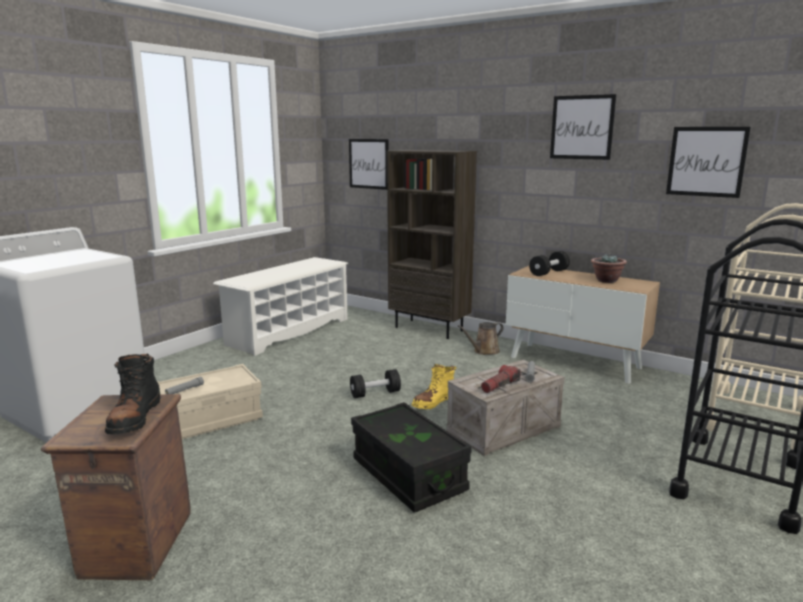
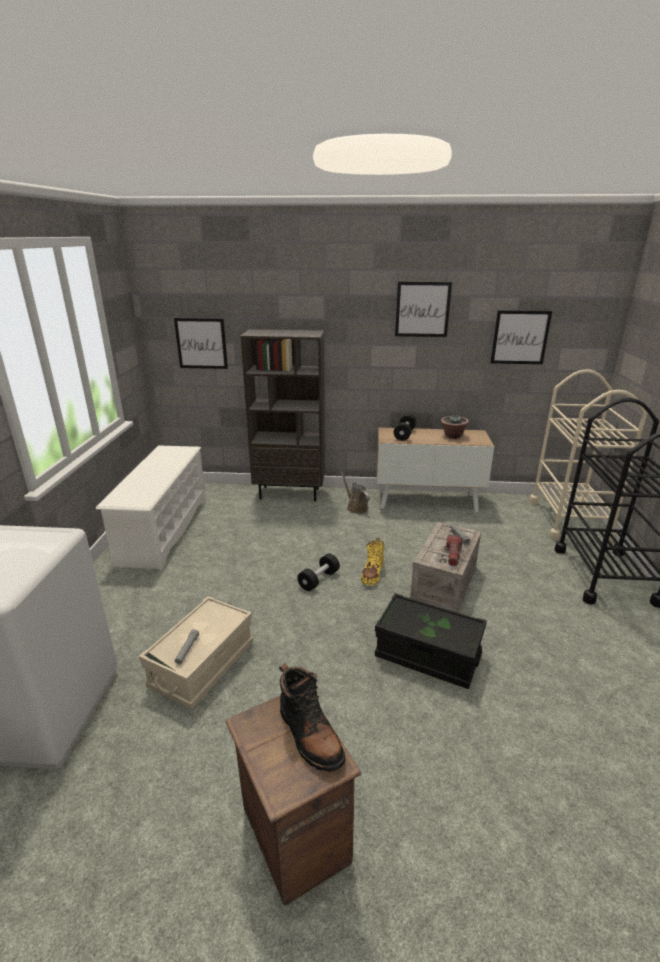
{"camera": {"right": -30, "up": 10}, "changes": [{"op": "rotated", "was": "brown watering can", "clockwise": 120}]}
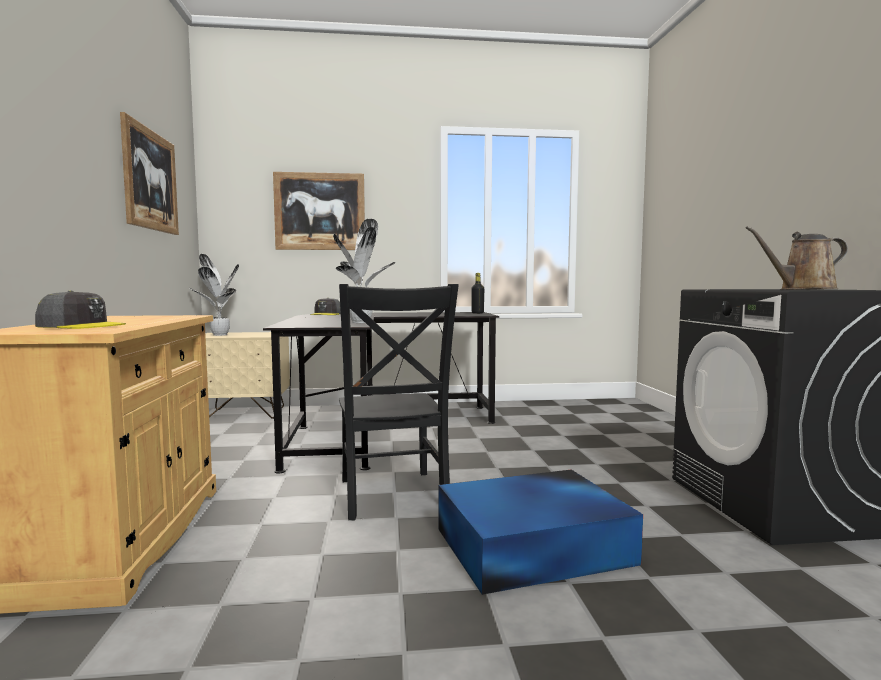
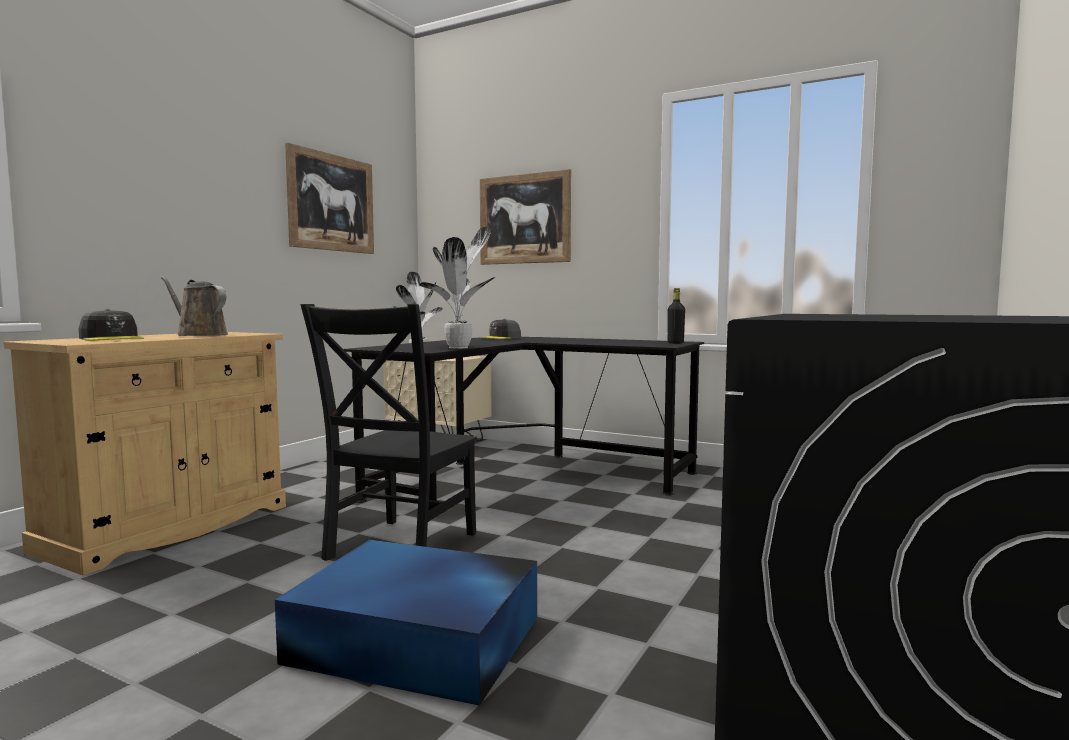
{"camera": {"right": 35, "up": 0}, "changes": [{"op": "shifted", "was": "brown watering can"}]}
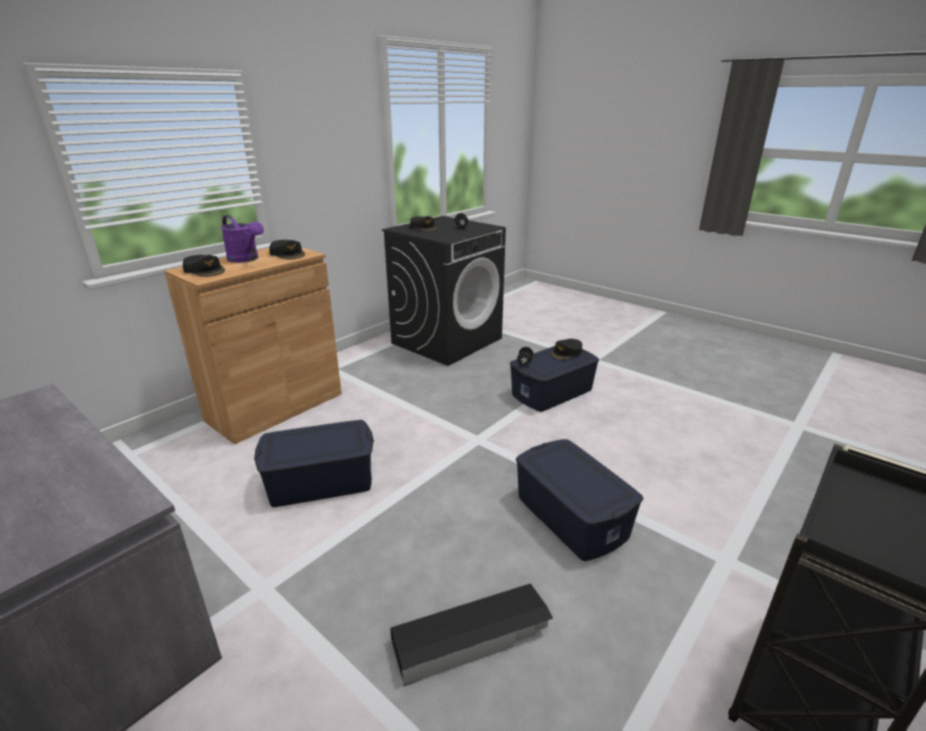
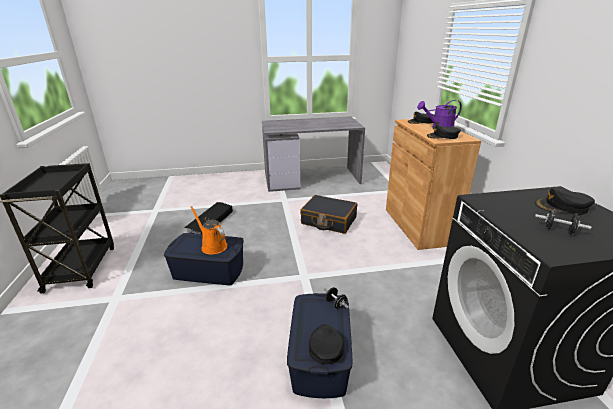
{"camera": {"right": 130, "up": 0}, "changes": [{"op": "swapped", "was": "blue storage box (no. 1 from left)", "now": "black suitcase"}, {"op": "new", "now": "orange watering can"}]}
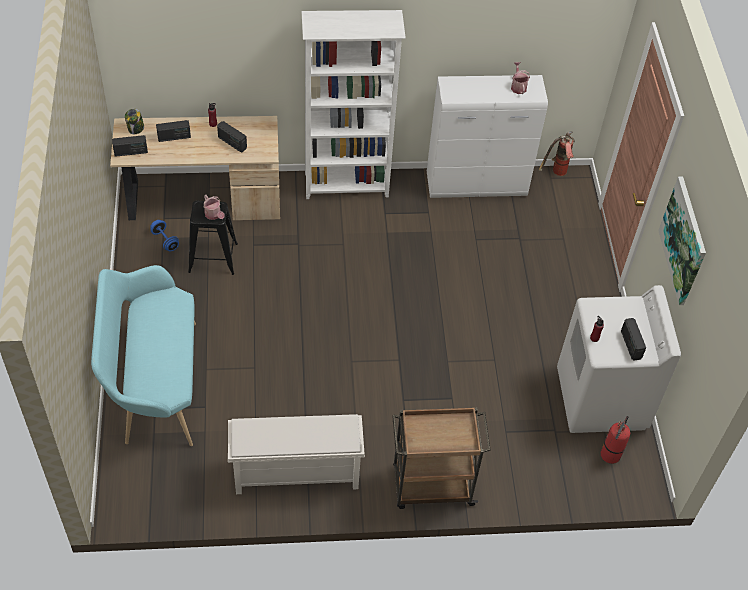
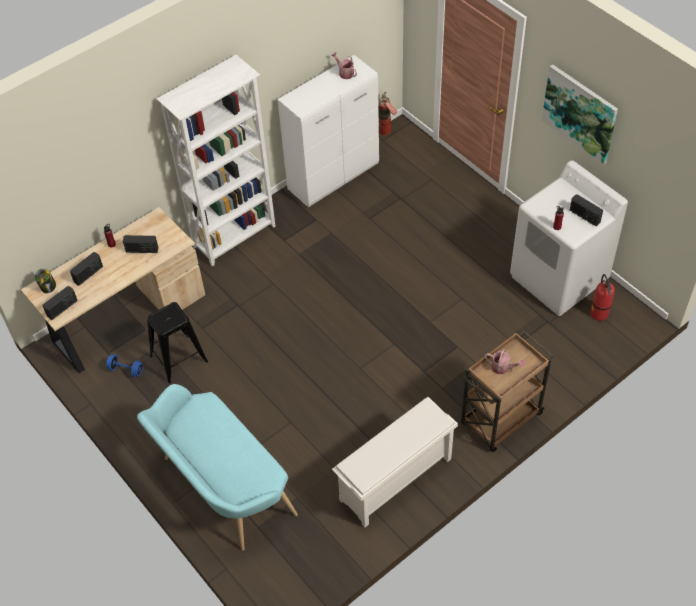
{"camera": {"right": -30, "up": 0}, "changes": [{"op": "shifted", "was": "watering can (no. 1 from left in the first image)", "now": "watering can (no. 2 from left)"}]}
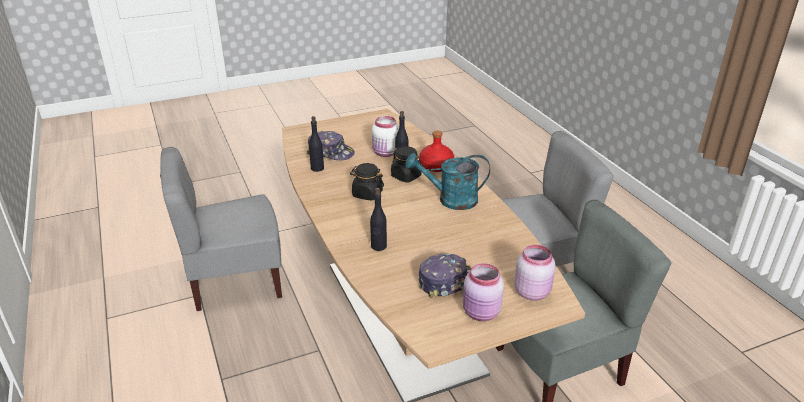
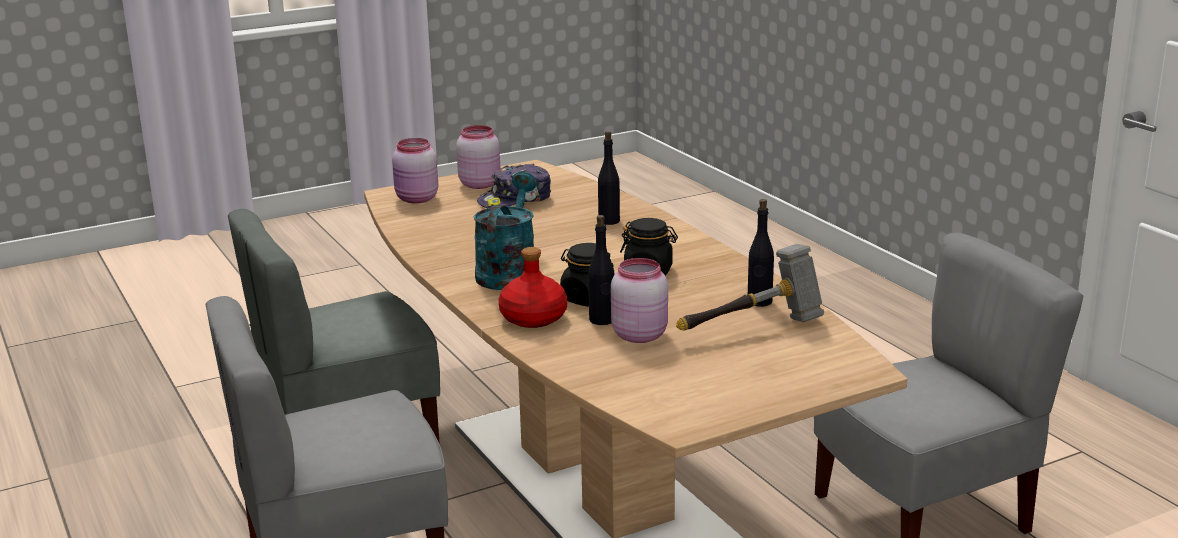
{"camera": {"right": 175, "up": -10}, "changes": [{"op": "swapped", "was": "cap (no. 1 from left)", "now": "hammer"}, {"op": "repainted", "was": "white jar", "now": "pink jar (no. 3 from left)"}, {"op": "rotated", "was": "turquoise watering can", "clockwise": -75}]}
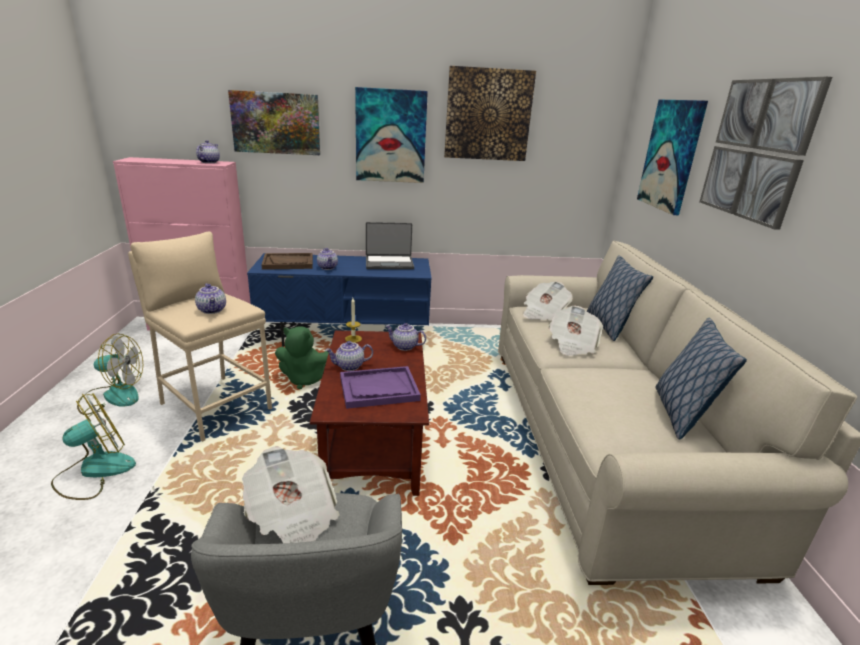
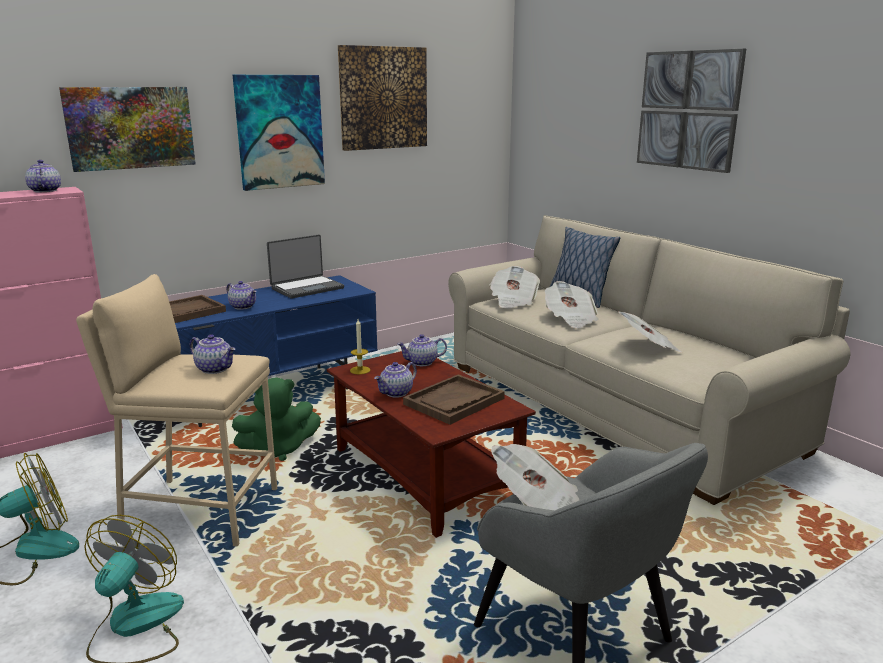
{"camera": {"right": -30, "up": -5}, "changes": [{"op": "repainted", "was": "purple tray", "now": "brown tray (no. 2 from left)"}, {"op": "gone", "was": "picture (no. 4 from left)"}, {"op": "gone", "was": "pillow (no. 2 from left)"}, {"op": "new", "now": "newspaper (no. 4 from left)"}]}
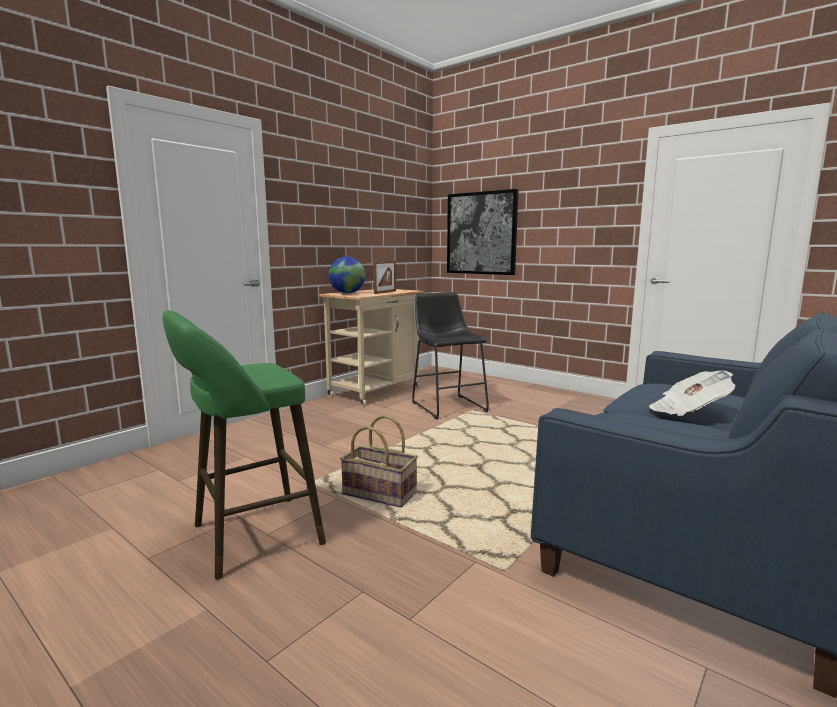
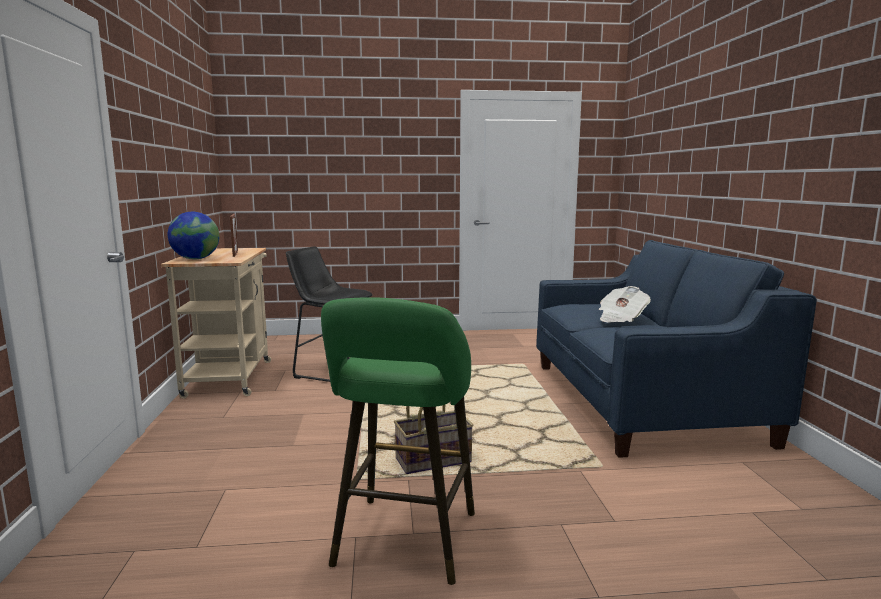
{"camera": {"right": -45, "up": 0}, "changes": [{"op": "gone", "was": "picture"}]}
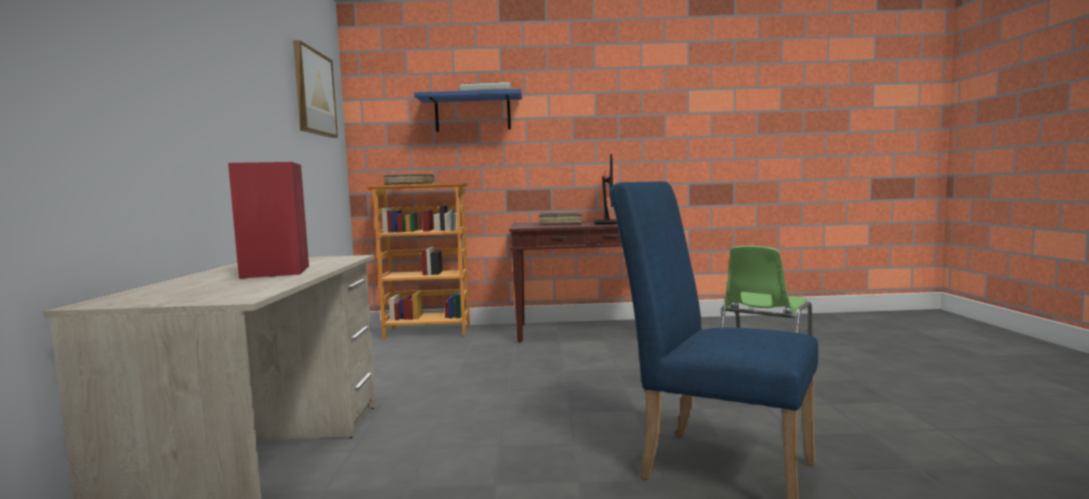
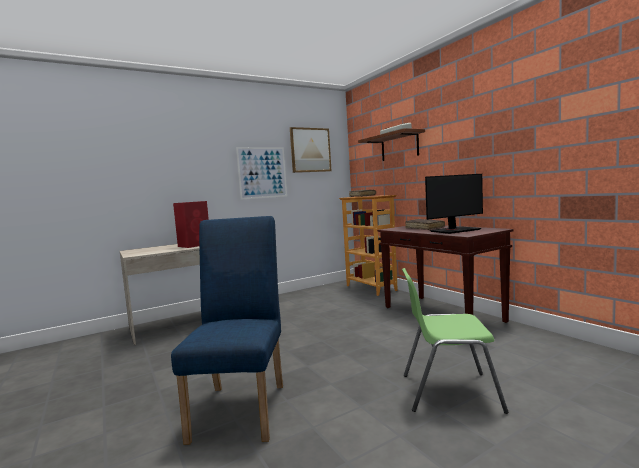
{"camera": {"right": 60, "up": 0}, "changes": [{"op": "repainted", "was": "blue shelf", "now": "brown shelf"}, {"op": "new", "now": "picture (no. 1 from left)"}]}
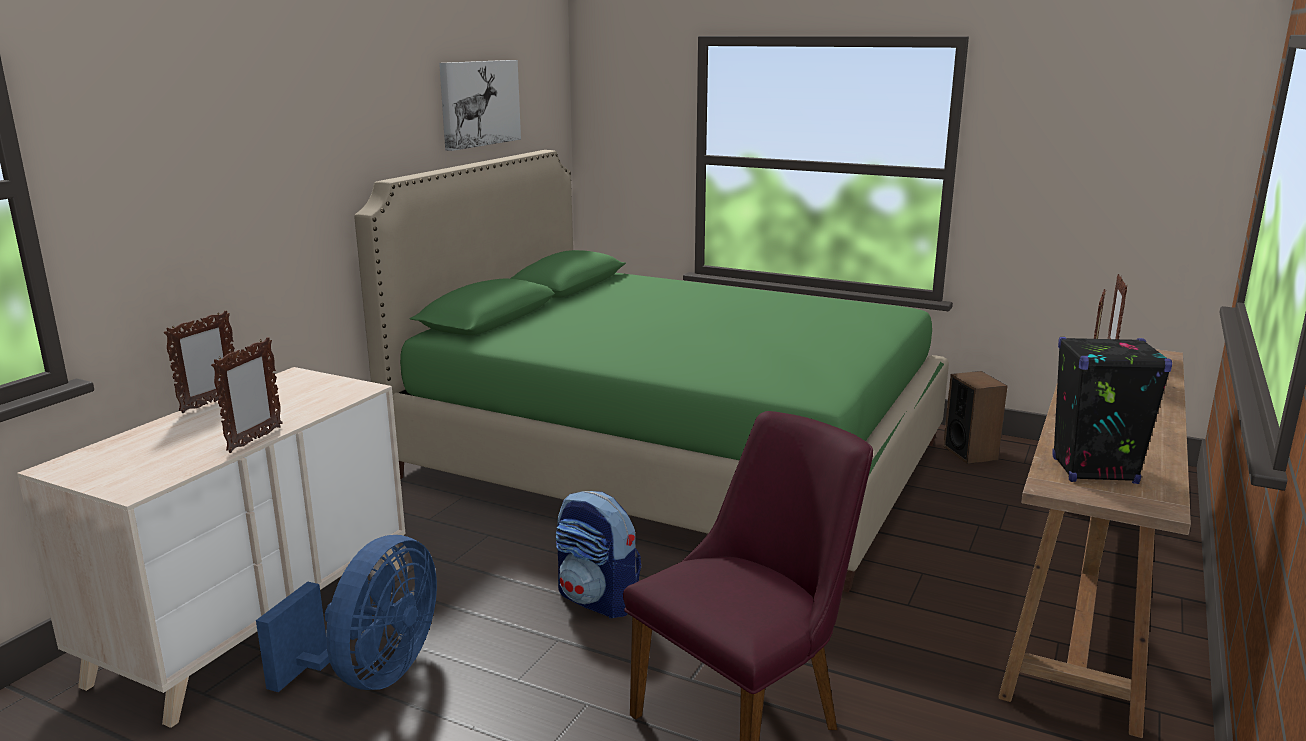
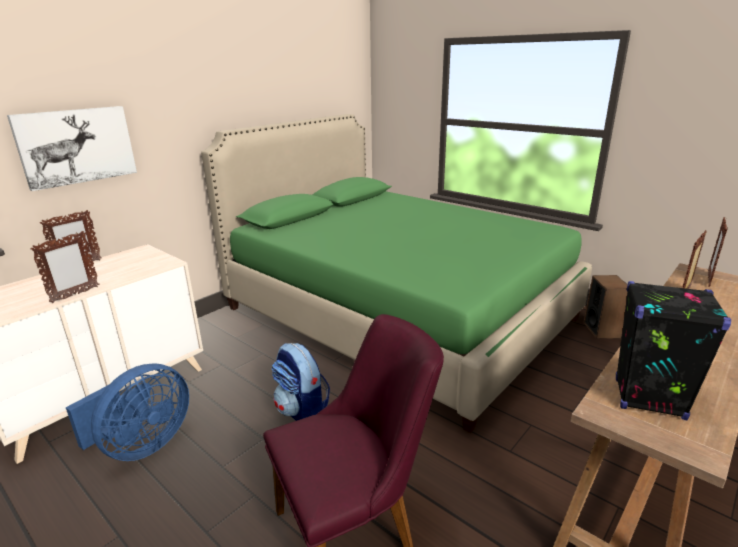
{"camera": {"right": 15, "up": 5}, "changes": [{"op": "shifted", "was": "picture"}]}
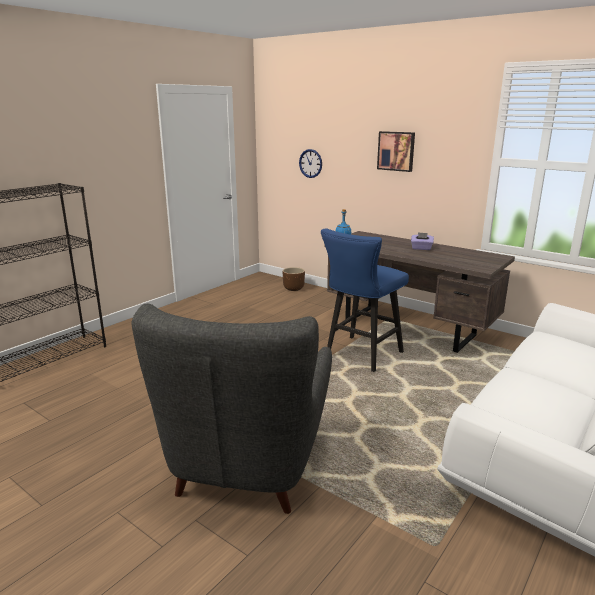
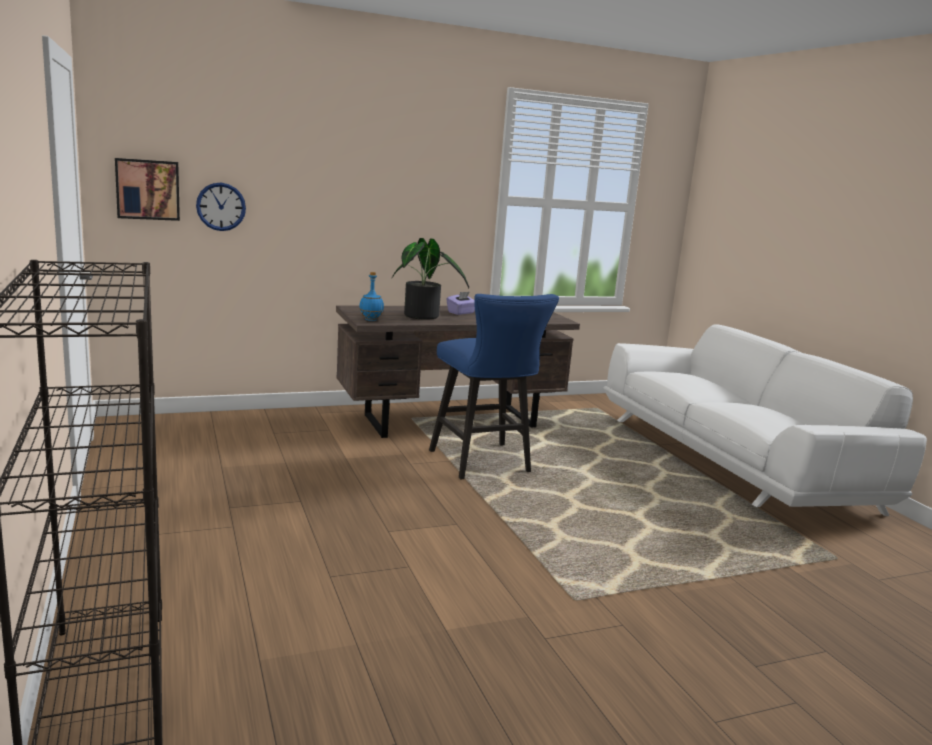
{"camera": {"right": -60, "up": -5}, "changes": [{"op": "gone", "was": "grey armchair"}, {"op": "gone", "was": "brown planter"}, {"op": "shifted", "was": "picture"}, {"op": "new", "now": "potted plant"}]}
